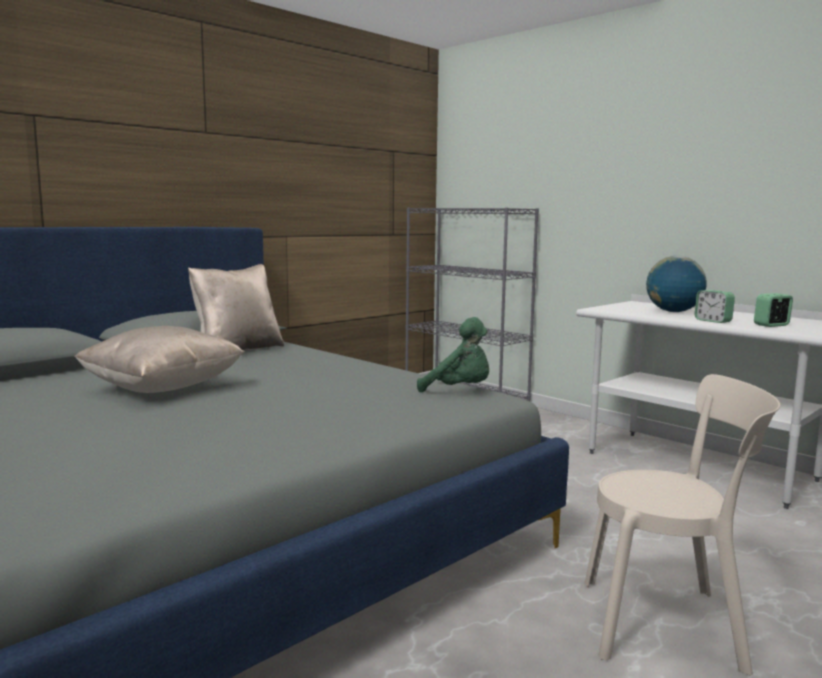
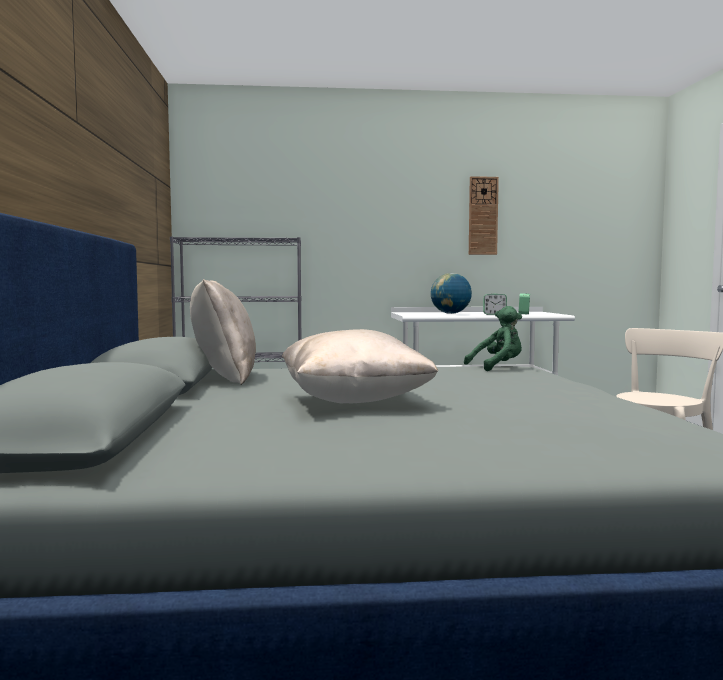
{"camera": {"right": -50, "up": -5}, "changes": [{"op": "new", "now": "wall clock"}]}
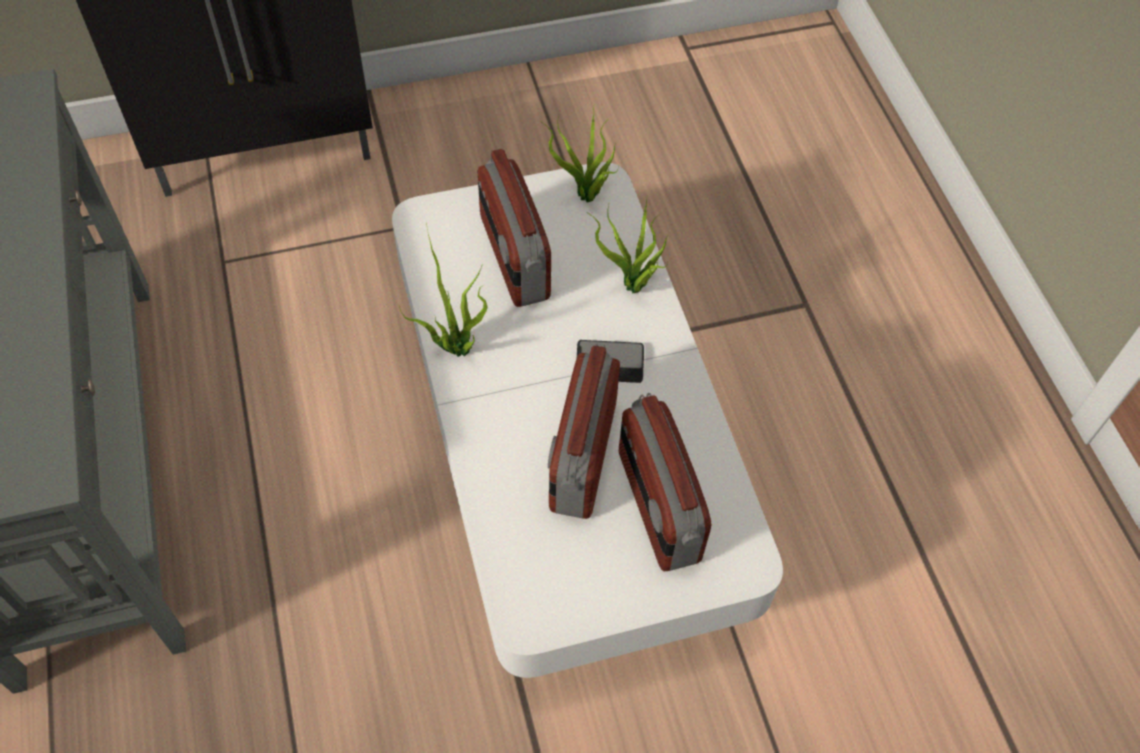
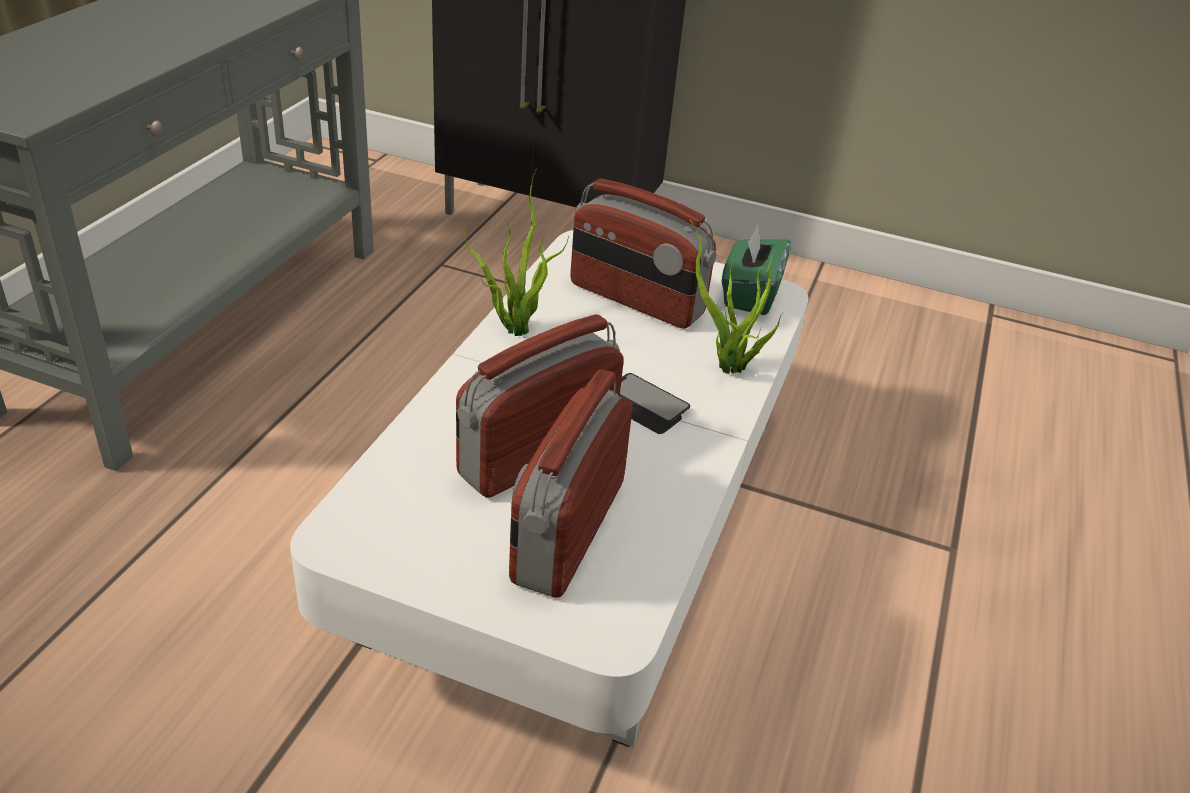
{"camera": {"right": 35, "up": -20}, "changes": [{"op": "rotated", "was": "radio (no. 1 from left in the first image)", "clockwise": -75}, {"op": "swapped", "was": "potted plant (no. 2 from left)", "now": "green tissue box"}]}
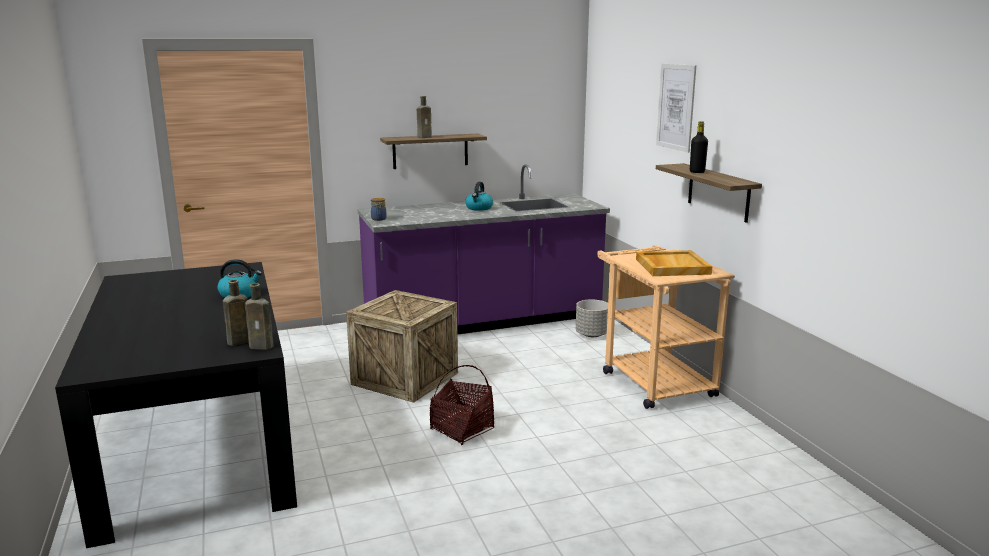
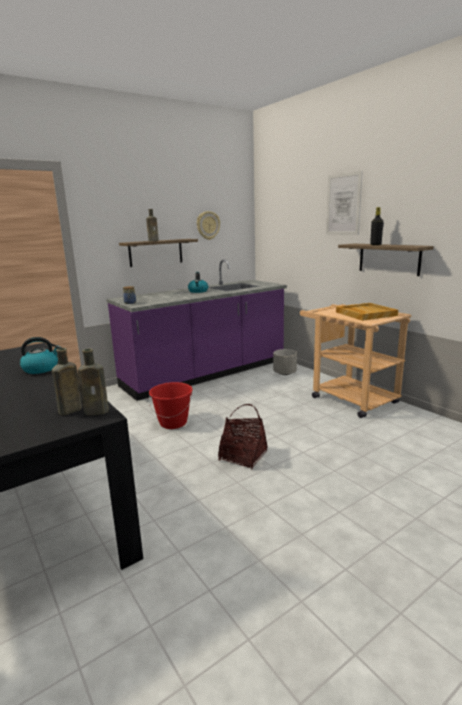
{"camera": {"right": -15, "up": 0}, "changes": [{"op": "swapped", "was": "crate", "now": "red bucket"}, {"op": "new", "now": "wall clock"}]}
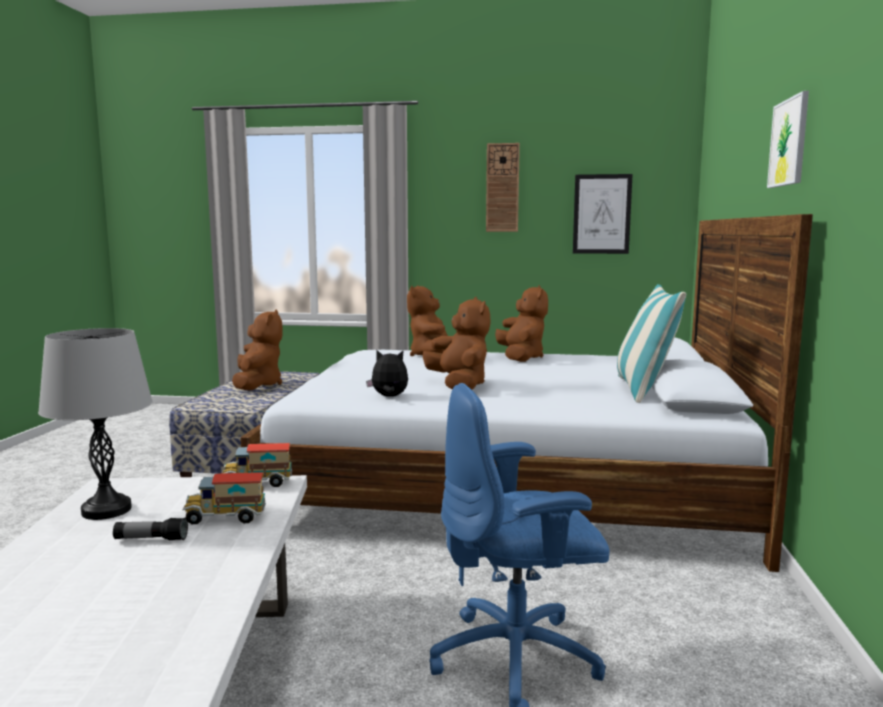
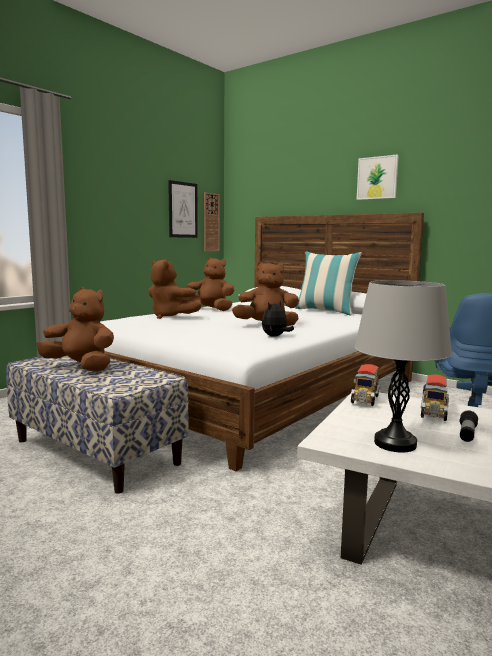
{"camera": {"right": -60, "up": 0}, "changes": [{"op": "shifted", "was": "wall clock"}]}
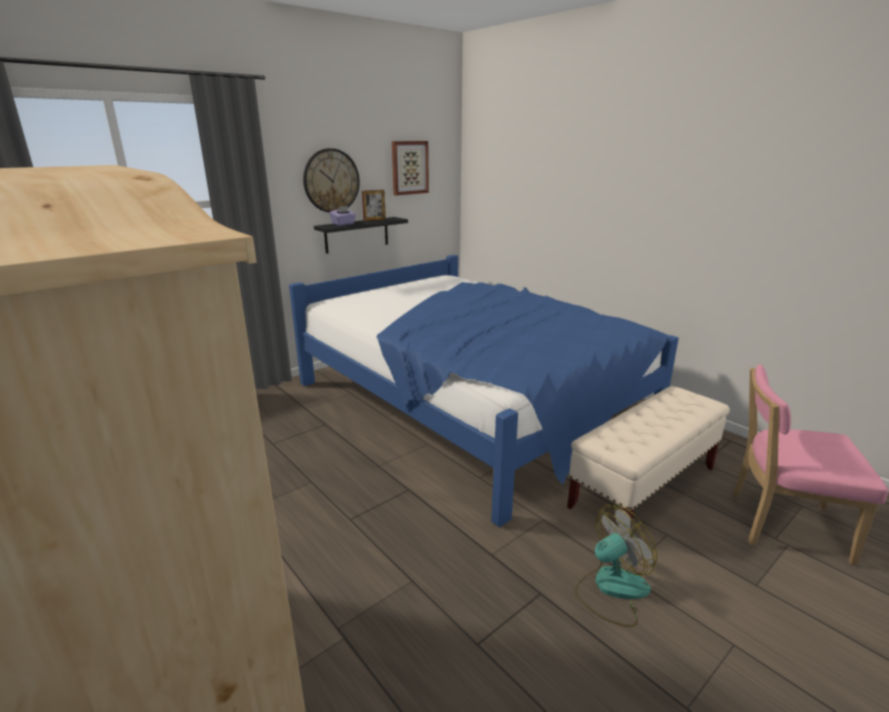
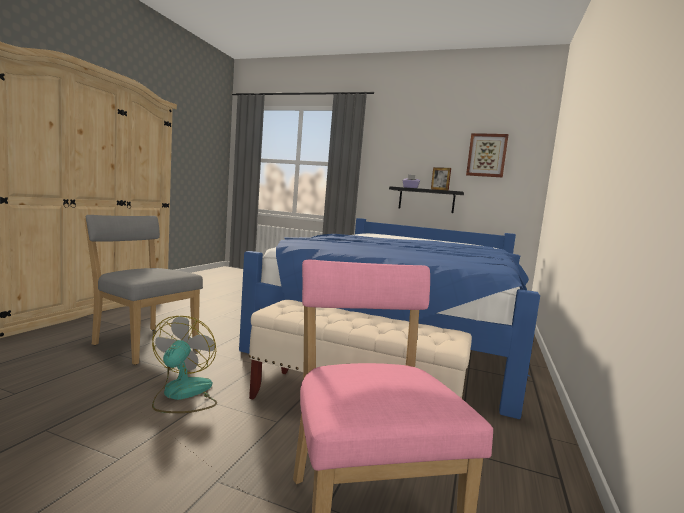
{"camera": {"right": 60, "up": -15}, "changes": [{"op": "gone", "was": "wall clock"}, {"op": "rotated", "was": "fan", "clockwise": -120}, {"op": "new", "now": "grey chair"}]}
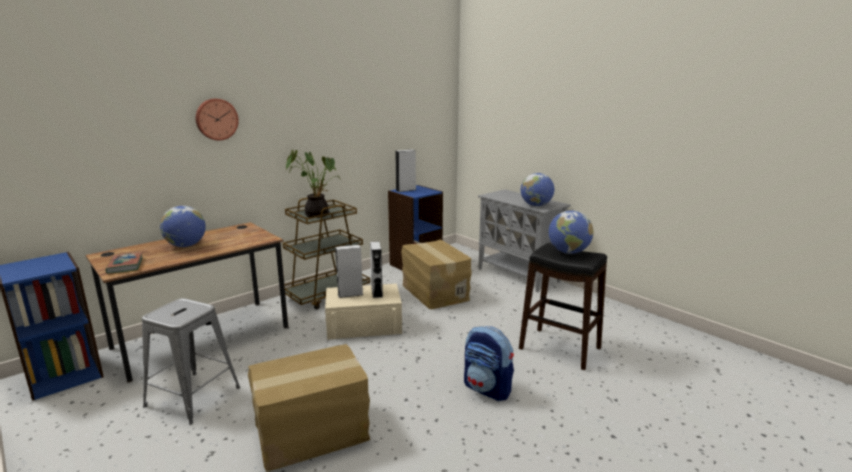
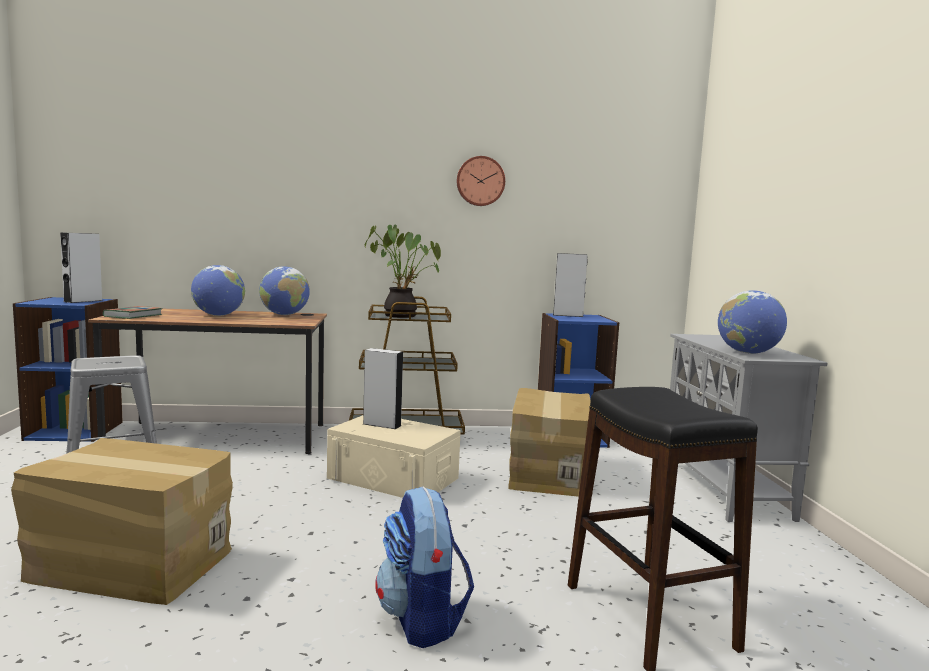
{"camera": {"right": 35, "up": -10}, "changes": [{"op": "shifted", "was": "wall clock"}, {"op": "shifted", "was": "grey speaker (no. 2 from left in the first image)", "now": "grey speaker (no. 1 from left)"}, {"op": "shifted", "was": "globe (no. 3 from left in the first image)", "now": "globe (no. 2 from left)"}]}
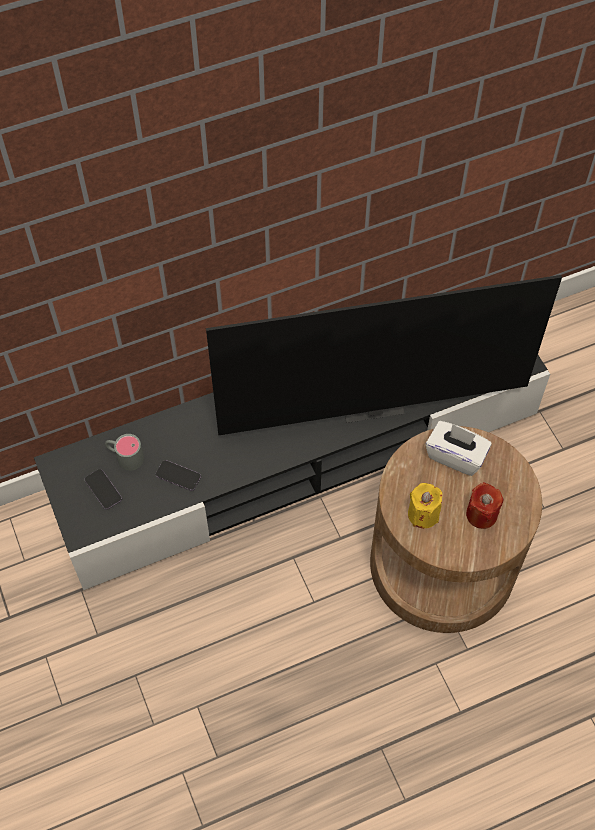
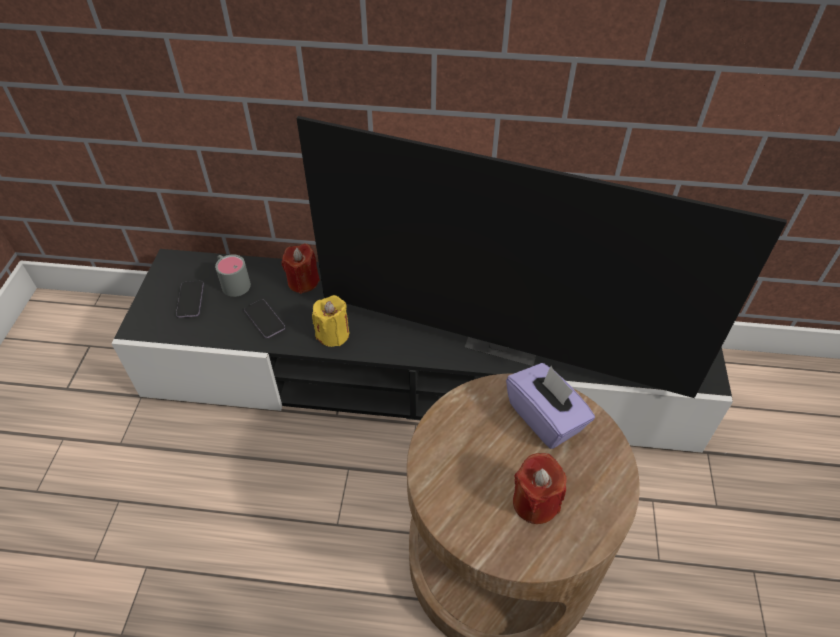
{"camera": {"right": 30, "up": -10}, "changes": [{"op": "shifted", "was": "yellow candle"}, {"op": "repainted", "was": "white tissue box", "now": "purple tissue box"}, {"op": "new", "now": "red candle (no. 1 from left)"}]}
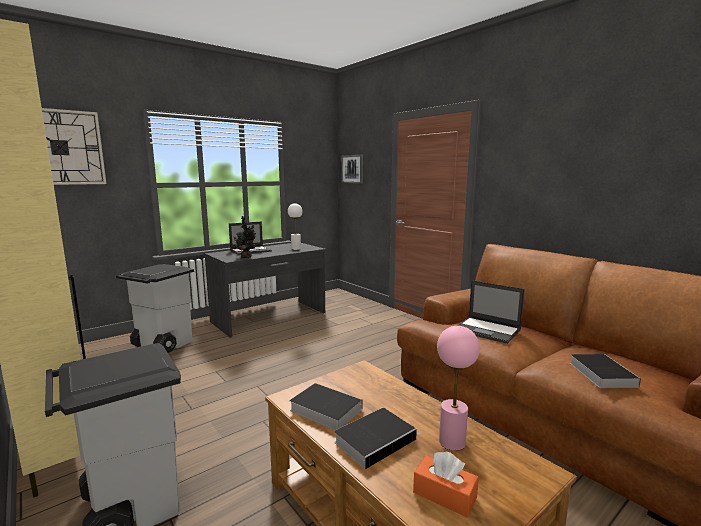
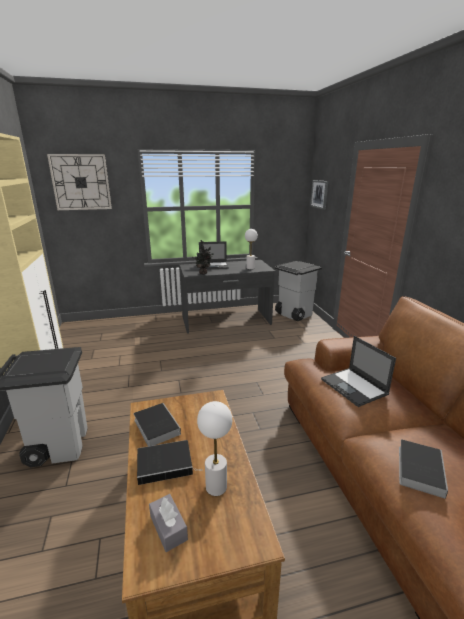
{"camera": {"right": 25, "up": 10}, "changes": [{"op": "shifted", "was": "grey trash can (no. 2 from left)"}, {"op": "repainted", "was": "orange tissue box", "now": "grey tissue box"}, {"op": "repainted", "was": "pink table lamp", "now": "white table lamp (no. 1 from left)"}]}
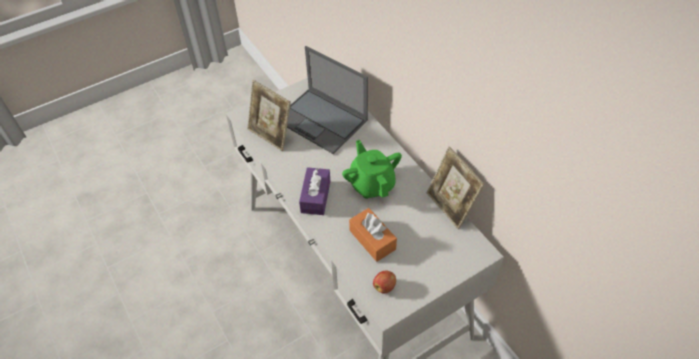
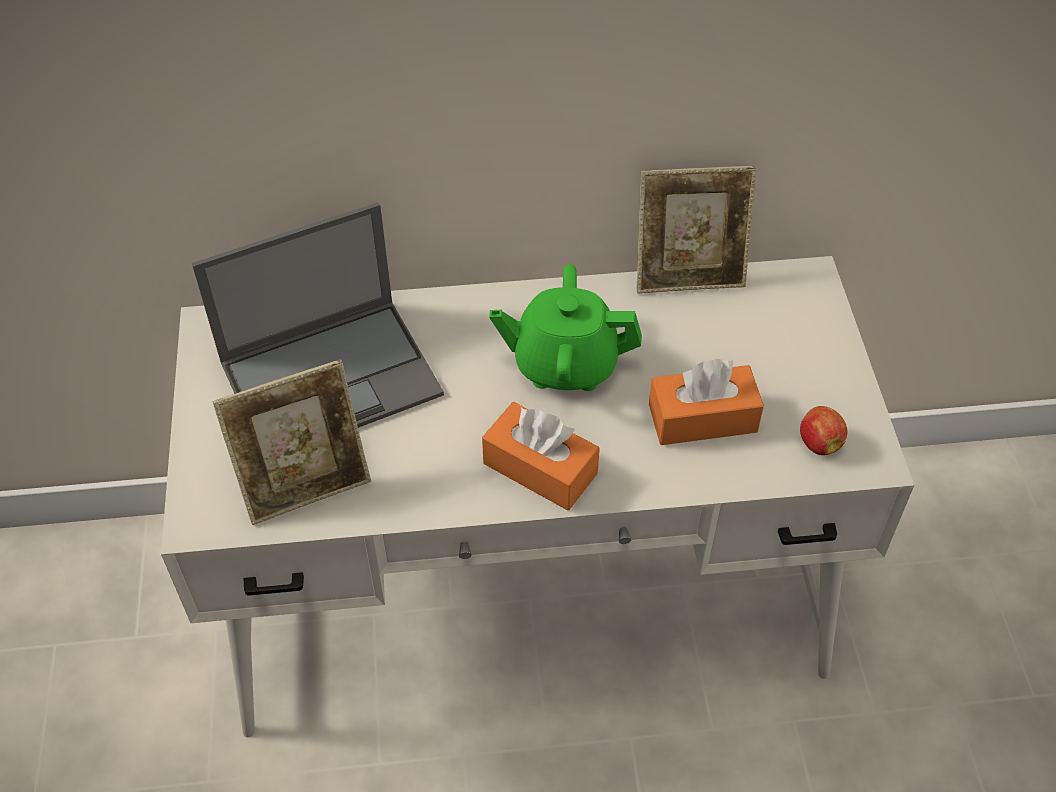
{"camera": {"right": -65, "up": 0}, "changes": [{"op": "repainted", "was": "purple tissue box", "now": "orange tissue box (no. 1 from left)"}]}
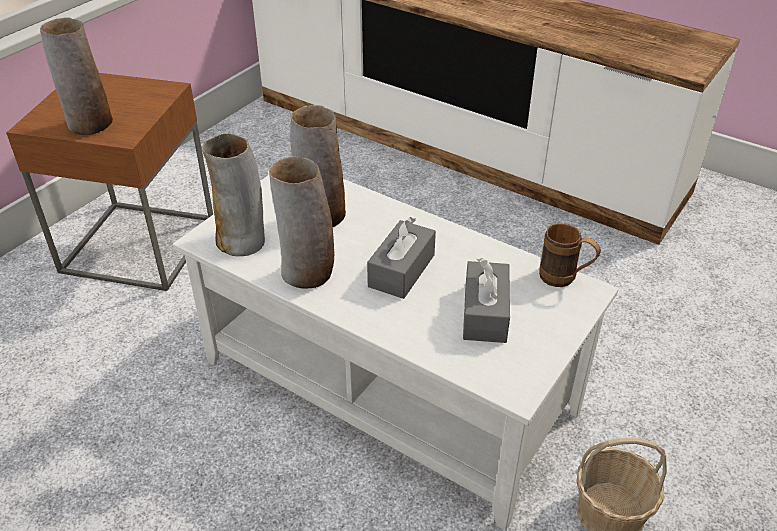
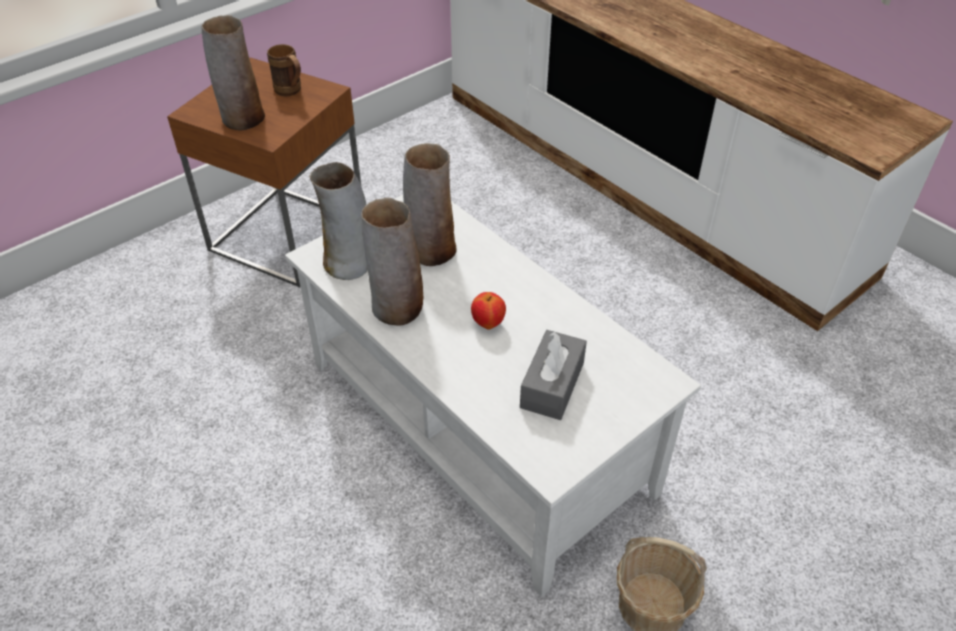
{"camera": {"right": 15, "up": 5}, "changes": [{"op": "swapped", "was": "grey tissue box (no. 1 from left)", "now": "apple"}, {"op": "shifted", "was": "brown mug"}]}
